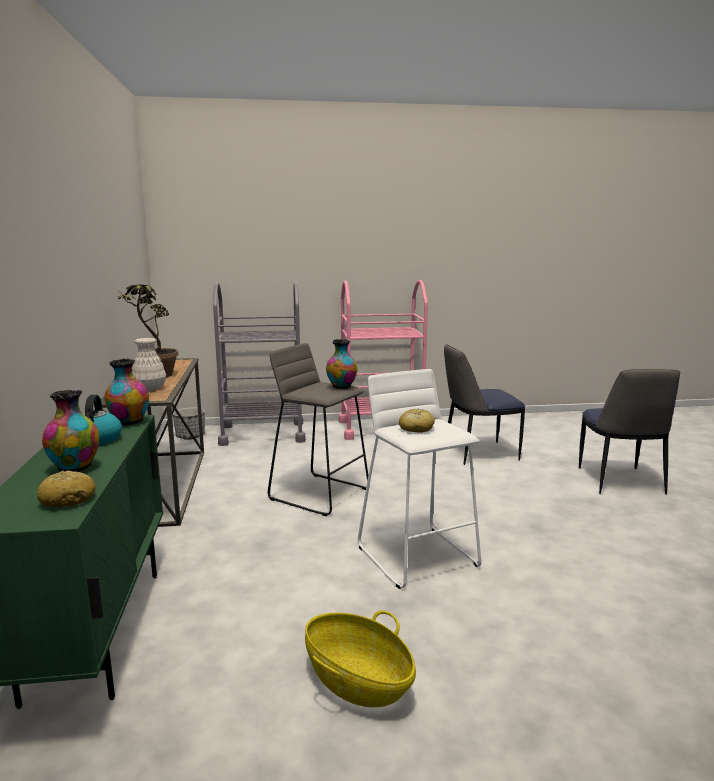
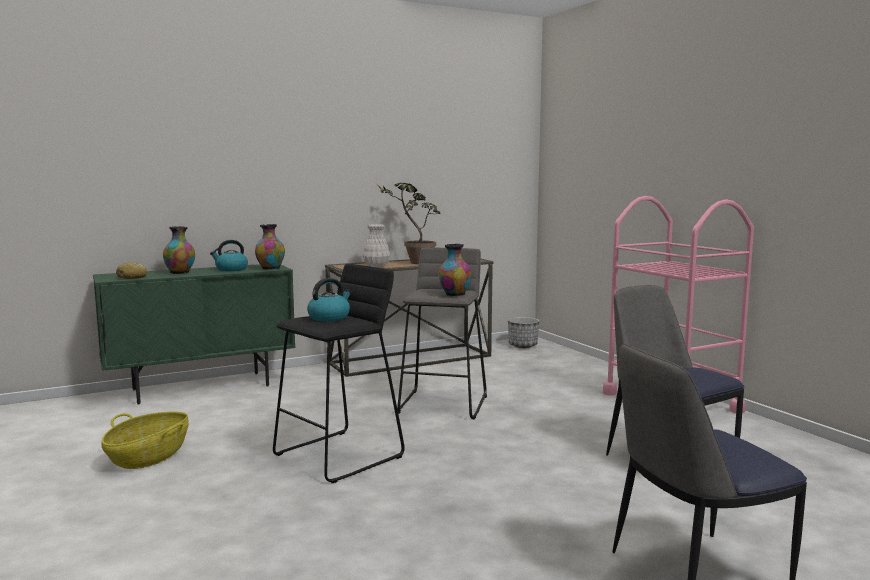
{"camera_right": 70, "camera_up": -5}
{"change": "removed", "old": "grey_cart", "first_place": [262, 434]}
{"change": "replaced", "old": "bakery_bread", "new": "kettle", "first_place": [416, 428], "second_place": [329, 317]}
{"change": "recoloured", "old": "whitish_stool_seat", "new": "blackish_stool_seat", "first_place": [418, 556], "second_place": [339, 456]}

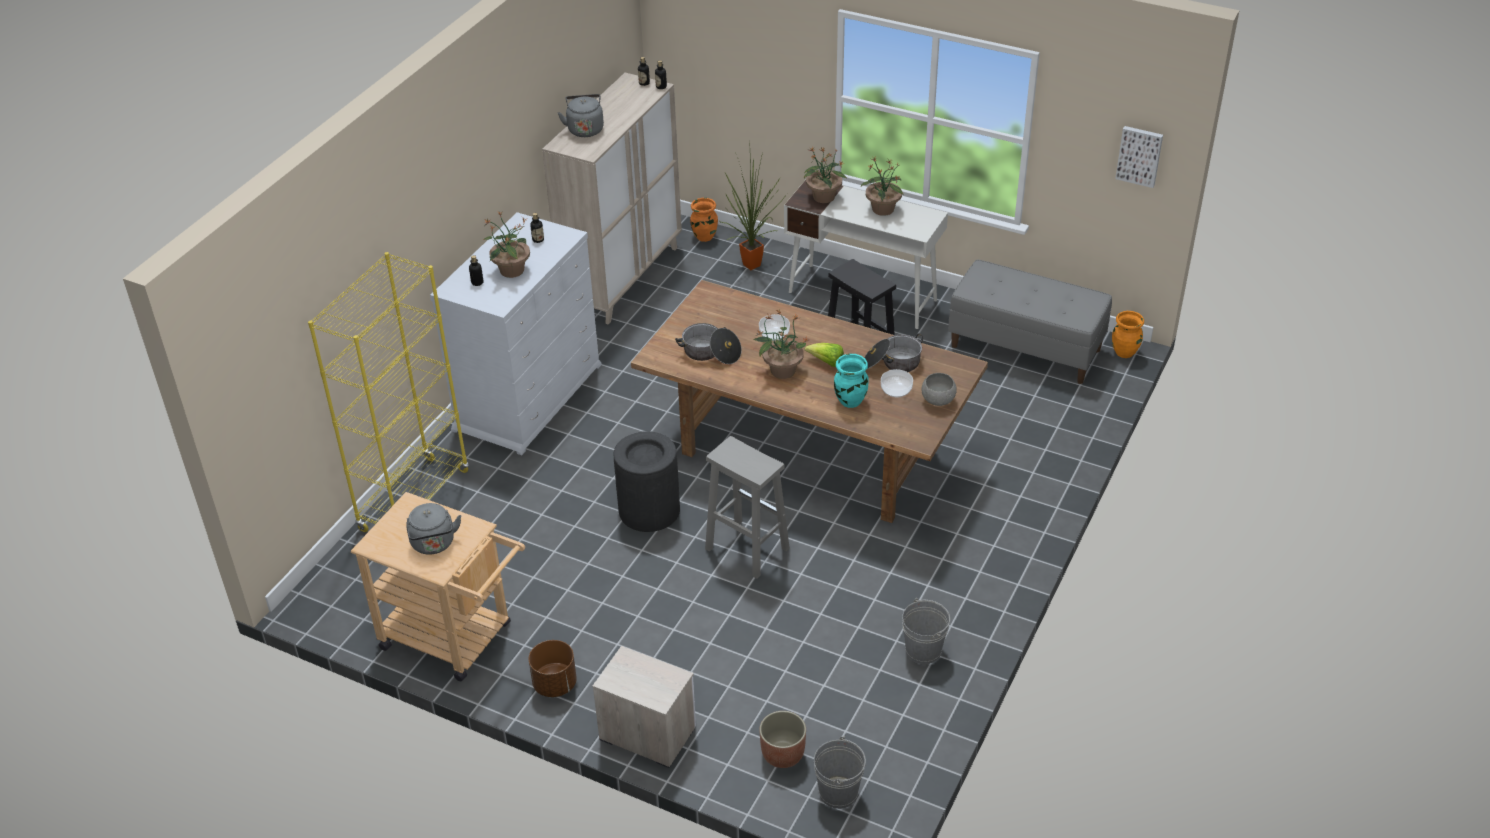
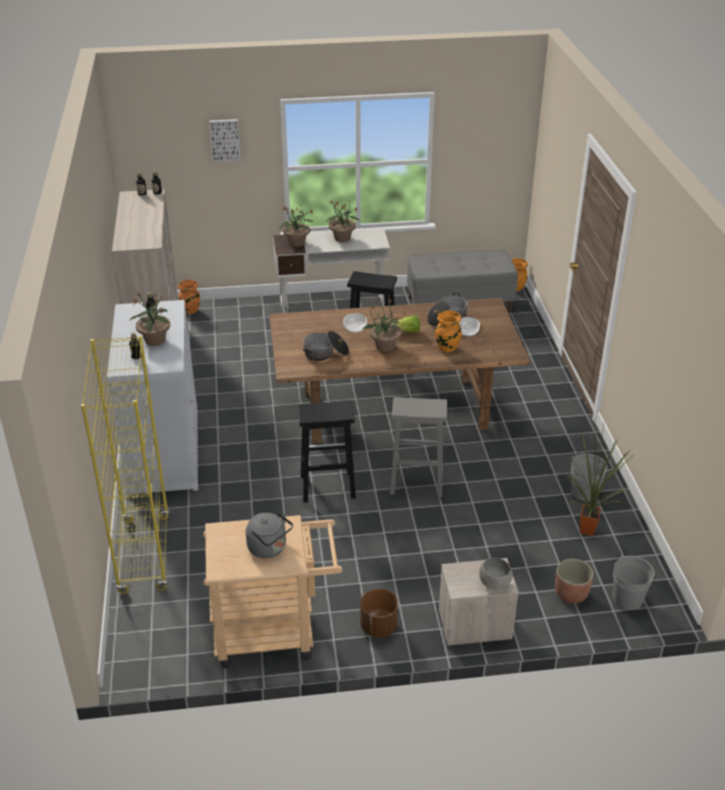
{"camera_right": -35, "camera_up": -5}
{"change": "removed", "old": "grey_kettle", "first_place": [585, 129]}
{"change": "moved", "old": "plant_in_a_pot", "first_place": [754, 264], "second_place": [588, 529]}
{"change": "moved", "old": "grey_bowl", "first_place": [938, 400], "second_place": [495, 583]}
{"change": "moved", "old": "picture", "first_place": [1139, 155], "second_place": [225, 139]}
{"change": "replaced", "old": "blackish_trash_can", "new": "blackish_stool_seat", "first_place": [649, 510], "second_place": [326, 487]}
{"change": "recoloured", "old": "blue-green_vase", "new": "orange_vase", "first_place": [850, 401], "second_place": [447, 348]}

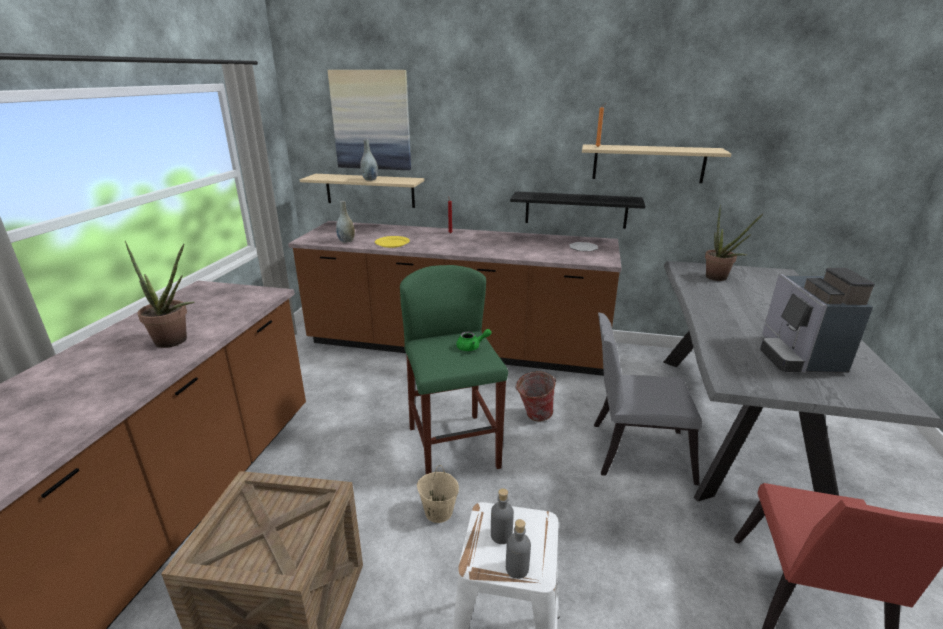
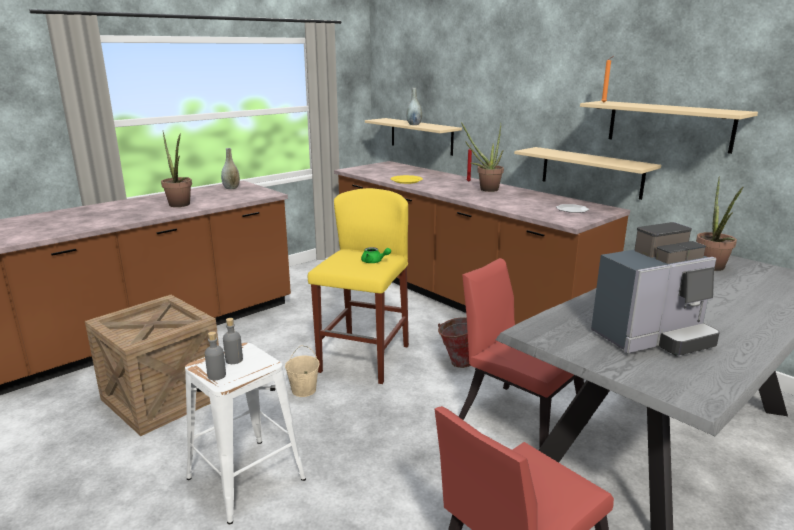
{"camera_right": 35, "camera_up": -5}
{"change": "removed", "old": "picture", "first_place": [371, 120]}
{"change": "added", "new": "plant_in_a_pot", "second_place": [485, 189]}
{"change": "moved", "old": "grey_vase", "first_place": [346, 241], "second_place": [231, 188]}
{"change": "recoloured", "old": "green_stool_seat", "new": "yellow_stool_seat", "first_place": [453, 447], "second_place": [364, 358]}
{"change": "recoloured", "old": "blackish_wall_shelf", "new": "beige_wall_shelf", "first_place": [575, 210], "second_place": [591, 172]}
{"change": "recoloured", "old": "grey_plain_chair", "new": "reddish_plain_chair", "first_place": [634, 451], "second_place": [516, 417]}
{"change": "turned", "old": "coffee_maker", "first_place": [798, 356], "second_place": [652, 338], "degrees": -150}

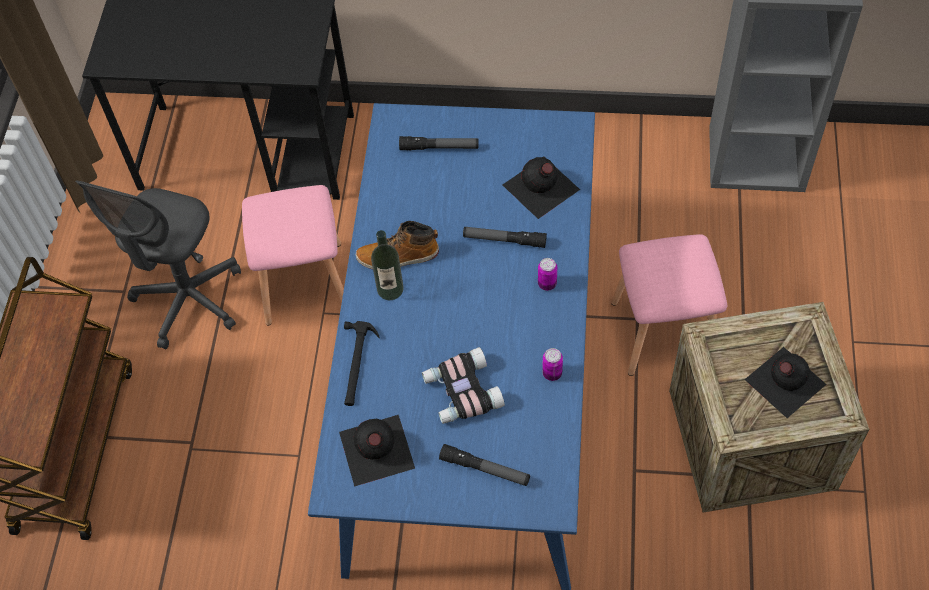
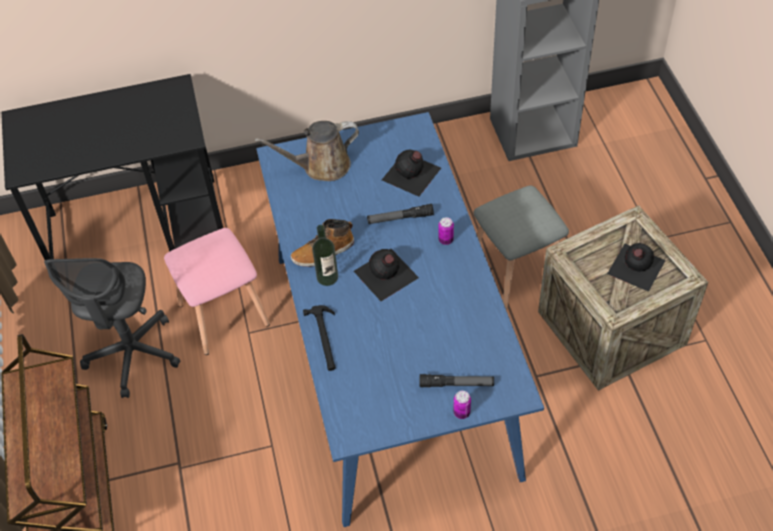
{"camera_right": -20, "camera_up": -5}
{"change": "removed", "old": "binoculars", "first_place": [461, 392]}
{"change": "moved", "old": "blackish_beverage_bottle", "first_place": [376, 451], "second_place": [385, 275]}
{"change": "moved", "old": "can", "first_place": [552, 373], "second_place": [461, 412]}
{"change": "replaced", "old": "torch", "new": "brown_sprinkling_can", "first_place": [439, 147], "second_place": [321, 166]}
{"change": "recoloured", "old": "pinkish_stool_seat", "new": "grey_stool_seat", "first_place": [664, 333], "second_place": [517, 272]}

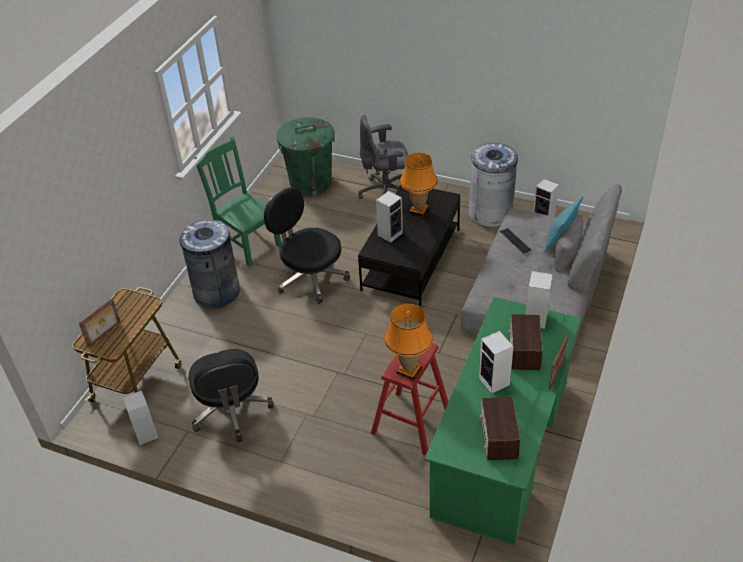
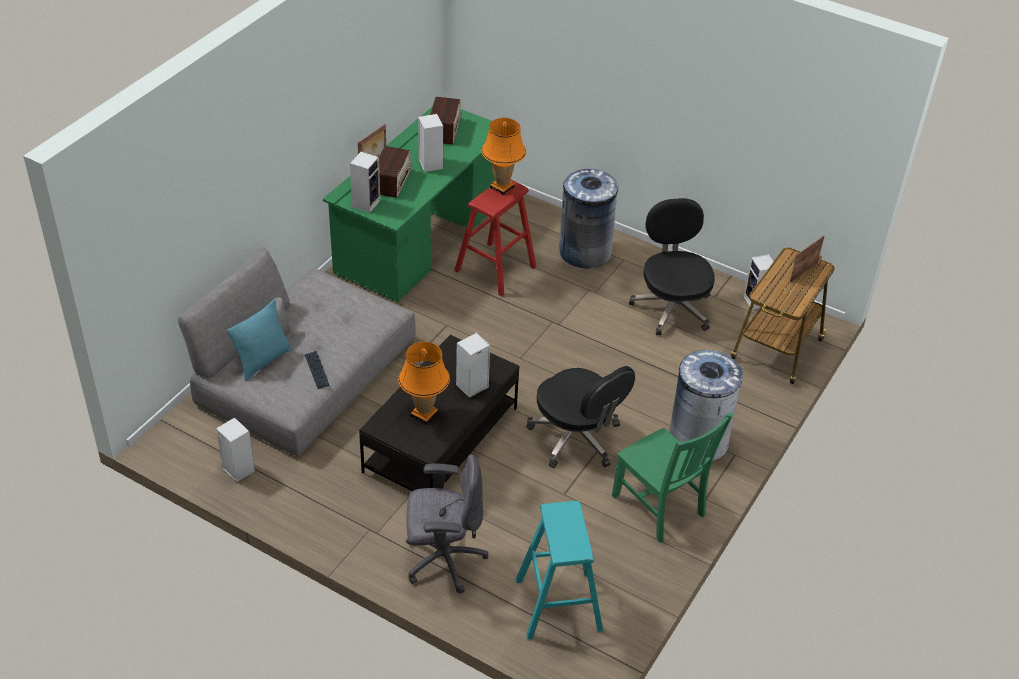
{"camera_right": -175, "camera_up": 0}
{"change": "moved", "old": "grey_trash_can", "first_place": [490, 213], "second_place": [584, 252]}
{"change": "replaced", "old": "green_trash_can", "new": "blue-green_stool_seat", "first_place": [310, 183], "second_place": [558, 605]}

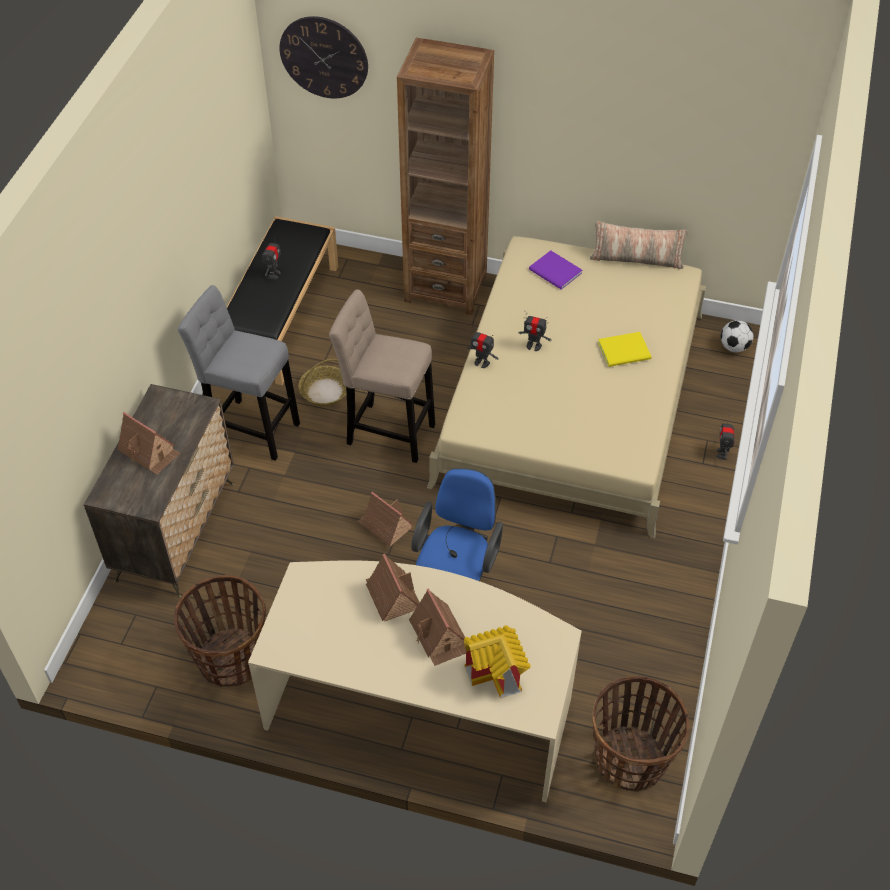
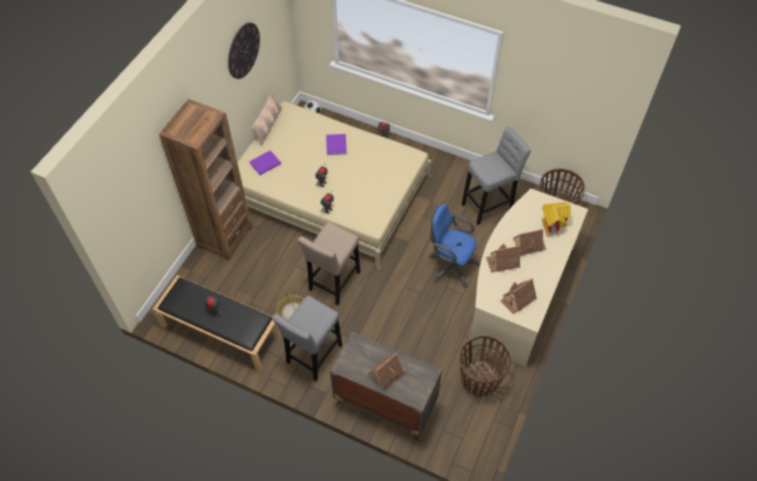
{"camera_right": -80, "camera_up": 5}
{"change": "added", "new": "grey_stool_seat", "second_place": [489, 205]}
{"change": "moved", "old": "wall_clock", "first_place": [324, 57], "second_place": [243, 50]}
{"change": "moved", "old": "miniature_house", "first_place": [385, 525], "second_place": [517, 299]}
{"change": "recoloured", "old": "yellow_book", "new": "purplish_book", "first_place": [626, 351], "second_place": [337, 144]}

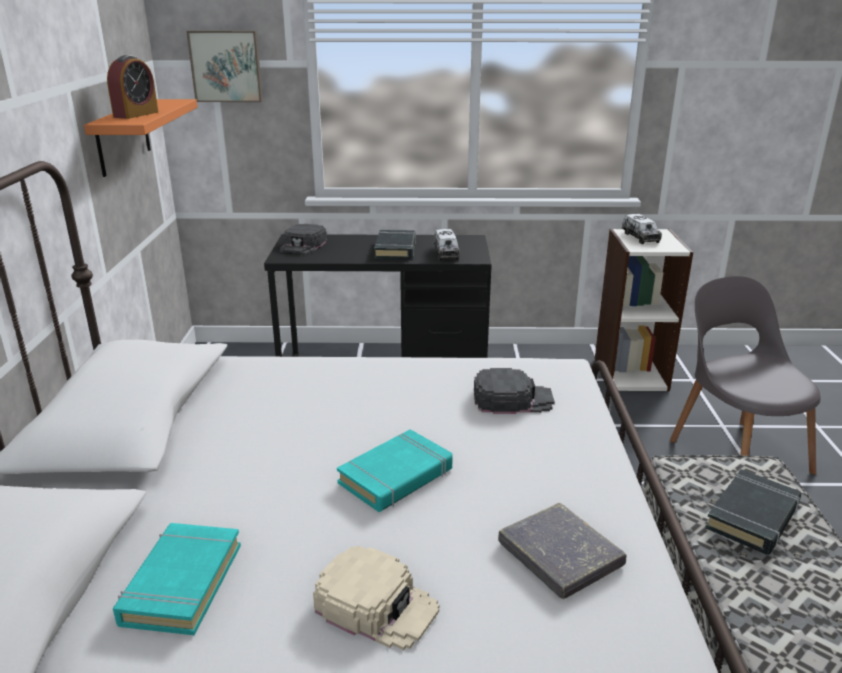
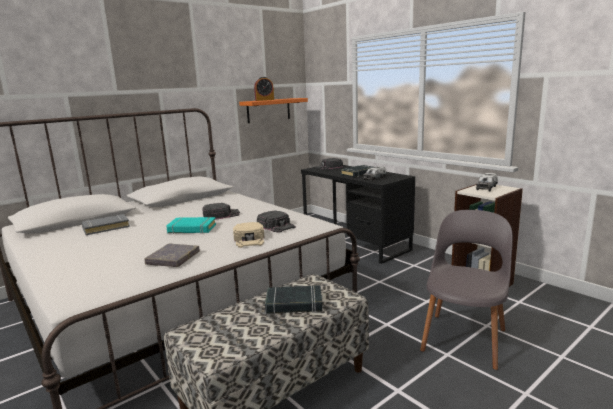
{"camera_right": 50, "camera_up": -10}
{"change": "removed", "old": "picture", "first_place": [226, 66]}
{"change": "added", "new": "blackish_baseball_cap", "second_place": [221, 215]}
{"change": "moved", "old": "beige_baseball_cap", "first_place": [377, 605], "second_place": [249, 239]}
{"change": "recoloured", "old": "blue-green_book", "new": "grey_book", "first_place": [181, 584], "second_place": [106, 227]}

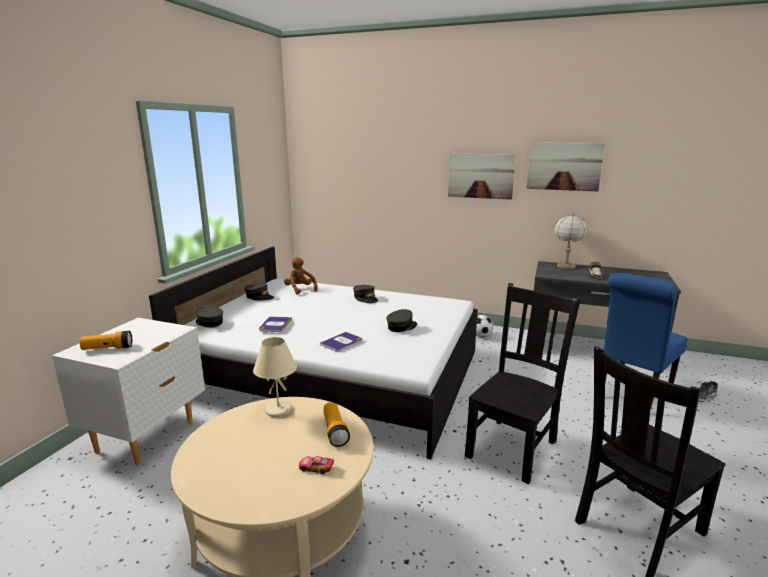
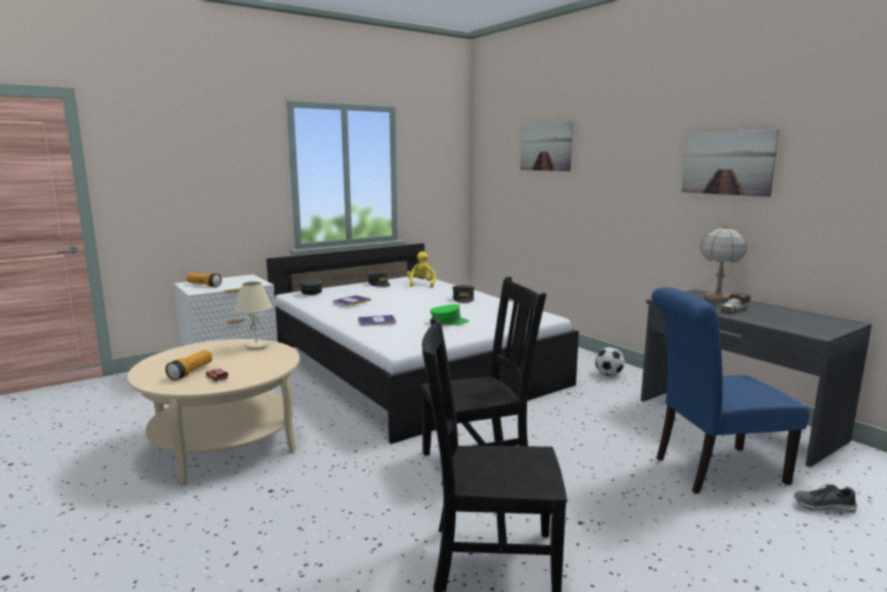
{"camera_right": 35, "camera_up": -5}
{"change": "moved", "old": "torch", "first_place": [335, 431], "second_place": [191, 372]}
{"change": "moved", "old": "picture", "first_place": [480, 176], "second_place": [546, 147]}
{"change": "recoloured", "old": "brown_plush_toy", "new": "yellow_plush_toy", "first_place": [300, 290], "second_place": [421, 284]}
{"change": "recoloured", "old": "grey_baseball_cap", "new": "green_baseball_cap", "first_place": [401, 327], "second_place": [448, 322]}

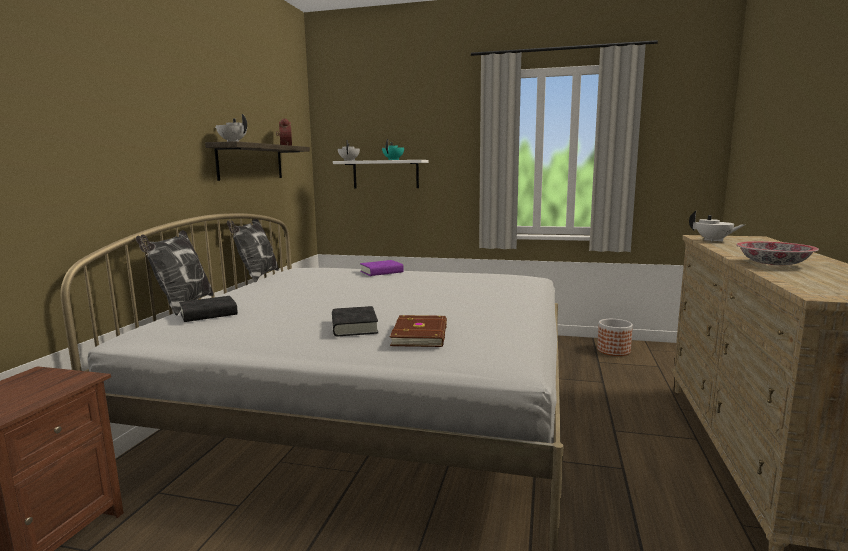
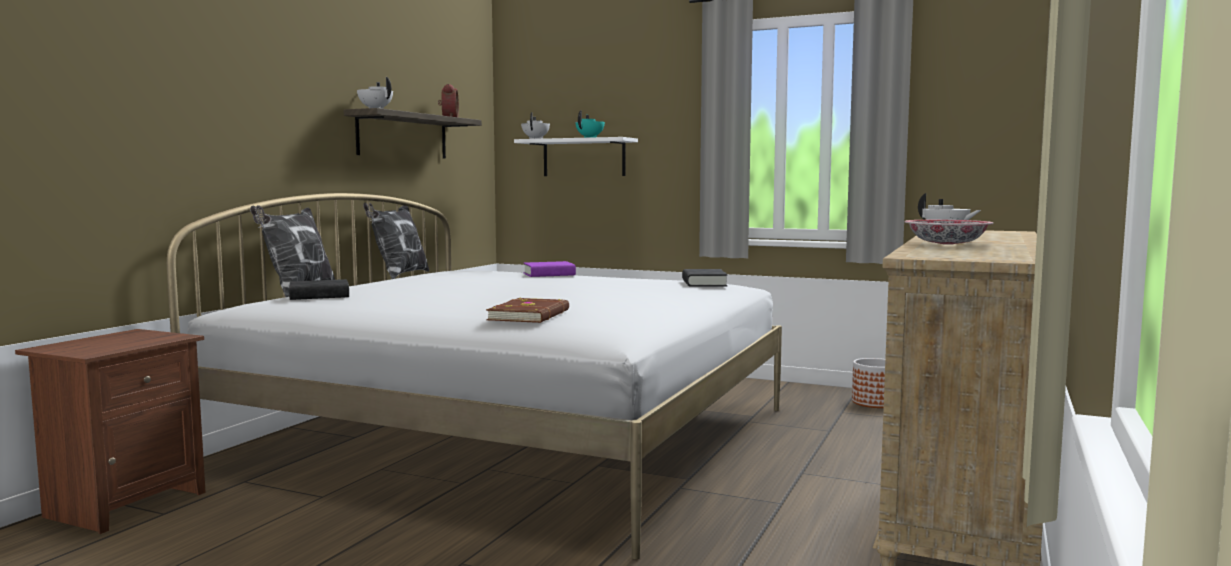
{"camera_right": 10, "camera_up": -5}
{"change": "moved", "old": "blackish_book", "first_place": [354, 326], "second_place": [704, 283]}

